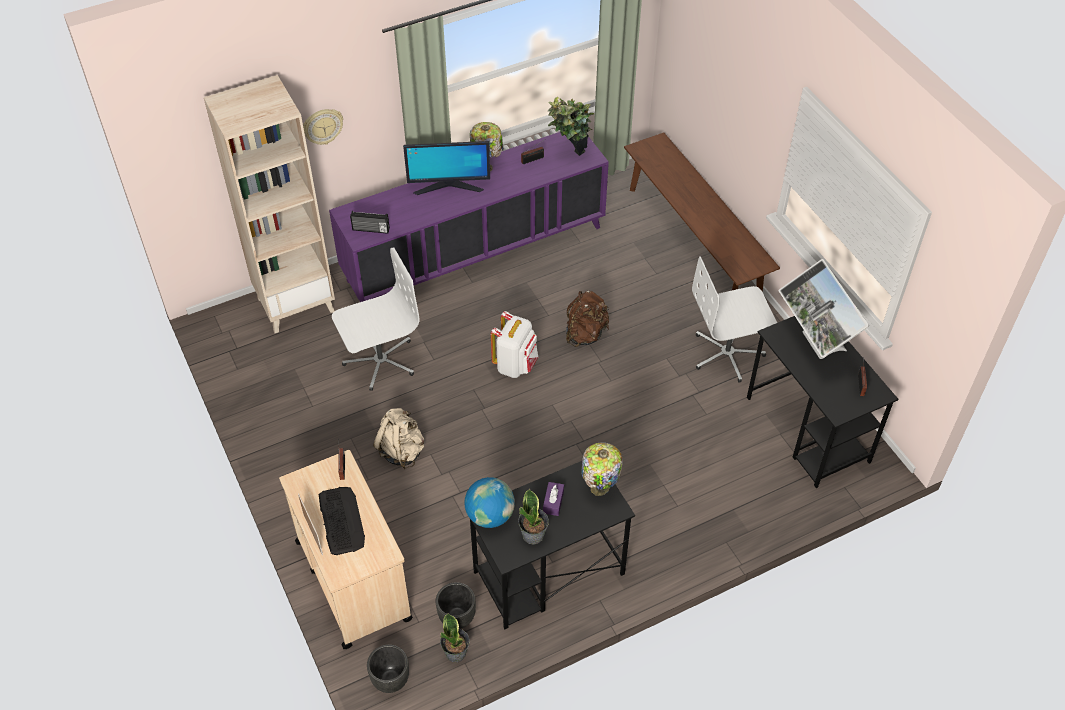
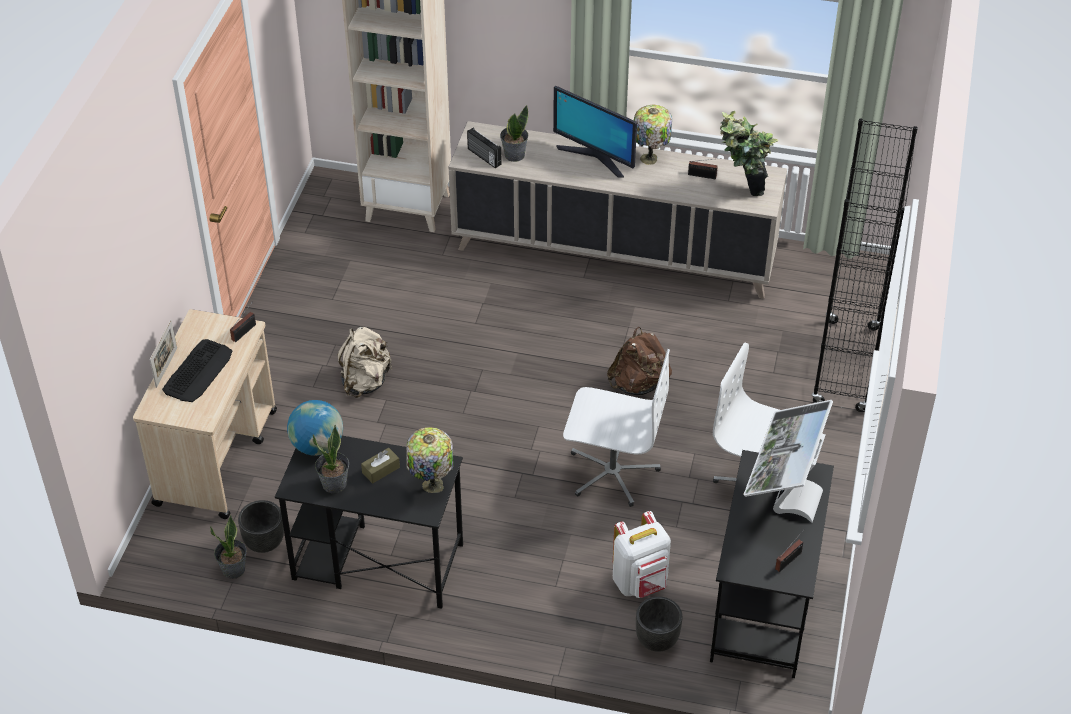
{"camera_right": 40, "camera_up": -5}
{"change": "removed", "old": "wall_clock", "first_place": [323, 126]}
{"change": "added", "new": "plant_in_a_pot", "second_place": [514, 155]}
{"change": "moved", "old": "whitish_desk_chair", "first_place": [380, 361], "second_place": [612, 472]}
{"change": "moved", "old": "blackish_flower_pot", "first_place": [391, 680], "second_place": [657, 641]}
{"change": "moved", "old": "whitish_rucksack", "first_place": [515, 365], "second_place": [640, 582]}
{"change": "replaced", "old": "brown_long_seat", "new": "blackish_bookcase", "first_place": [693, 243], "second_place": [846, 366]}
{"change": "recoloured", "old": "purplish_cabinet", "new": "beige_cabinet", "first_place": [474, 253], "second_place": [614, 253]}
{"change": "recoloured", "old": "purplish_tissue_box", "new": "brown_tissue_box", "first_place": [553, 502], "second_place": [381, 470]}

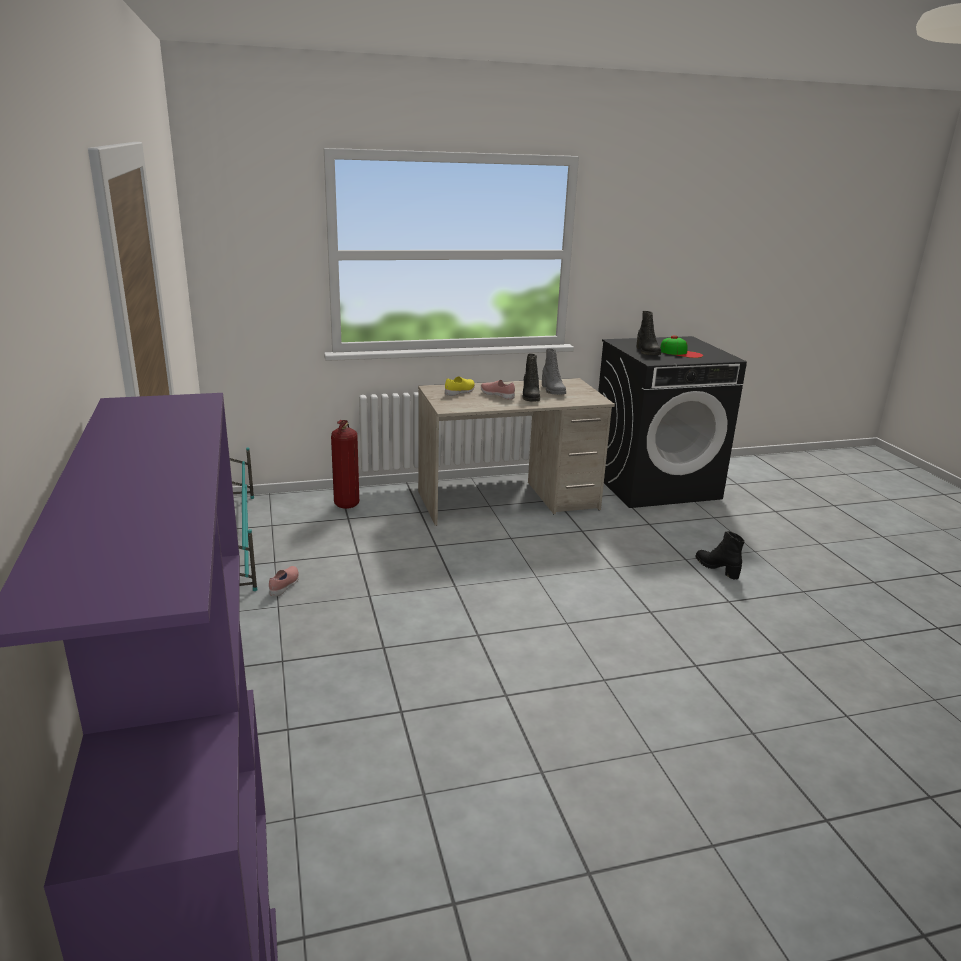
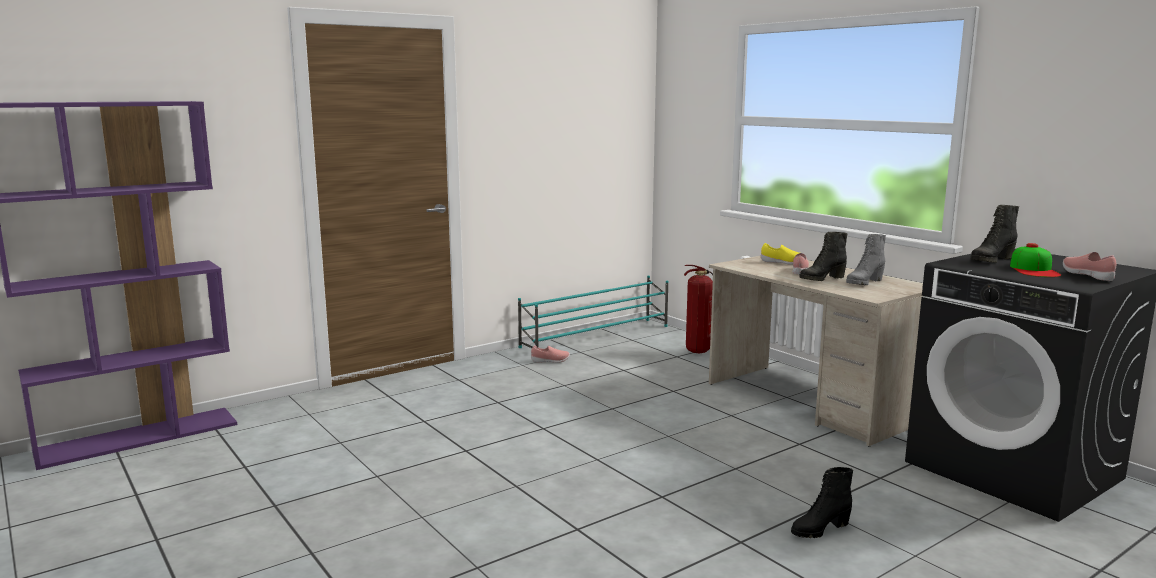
{"camera_right": 70, "camera_up": -10}
{"change": "added", "new": "pinkish_low_shoe", "second_place": [1088, 276]}
{"change": "turned", "old": "blackish_tall_boot", "first_place": [717, 568], "second_place": [819, 529], "degrees": -150}

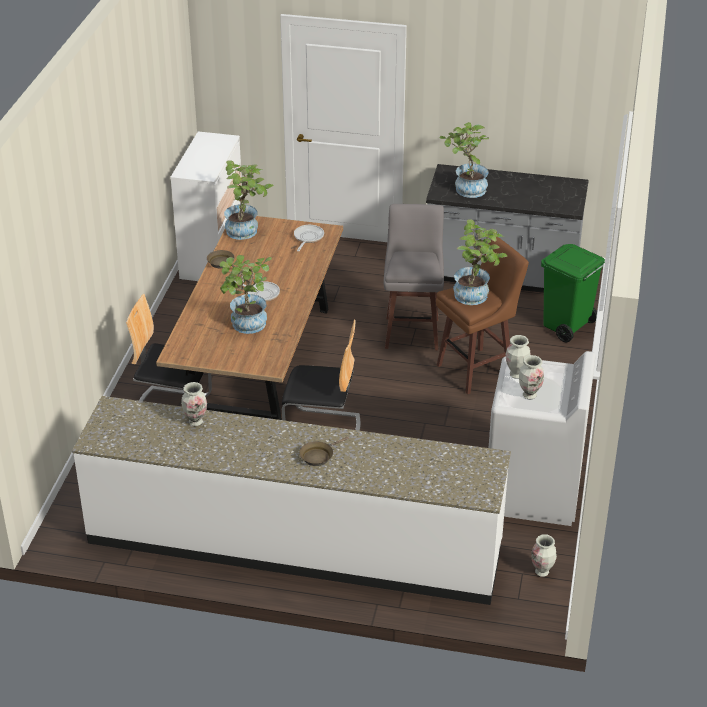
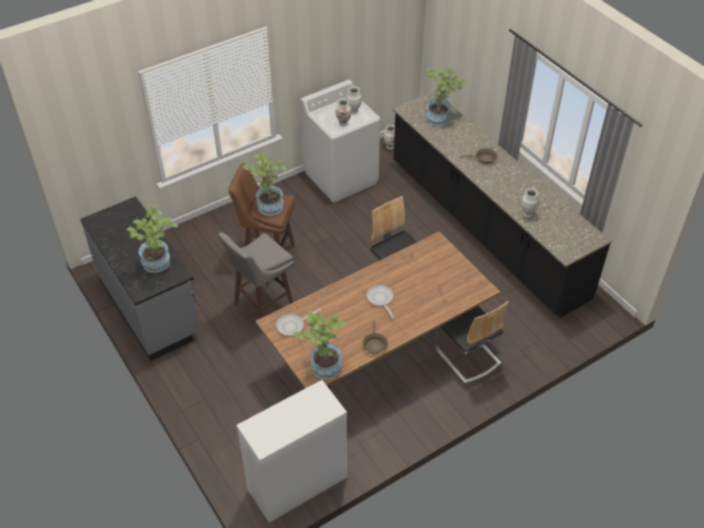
{"camera_right": -135, "camera_up": 10}
{"change": "removed", "old": "green_trash_can", "first_place": [566, 327]}
{"change": "moved", "old": "plant_in_a_pot", "first_place": [247, 326], "second_place": [441, 117]}
{"change": "recoloured", "old": "whitish_kitchen_base_unit", "new": "blackish_kitchen_base_unit", "first_place": [294, 544], "second_place": [485, 228]}

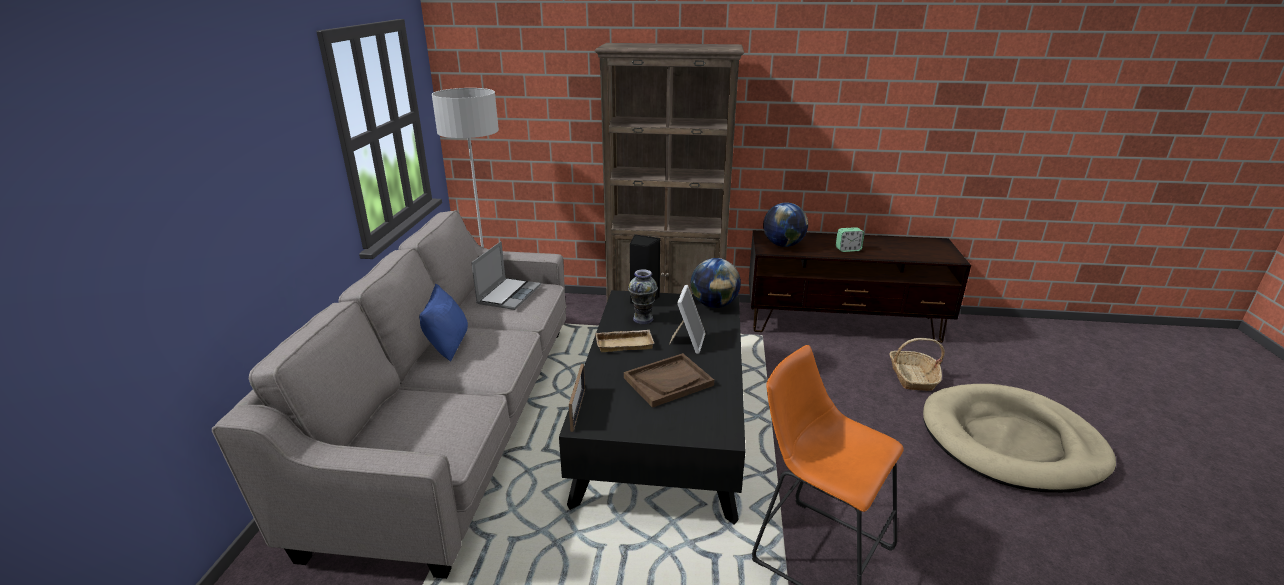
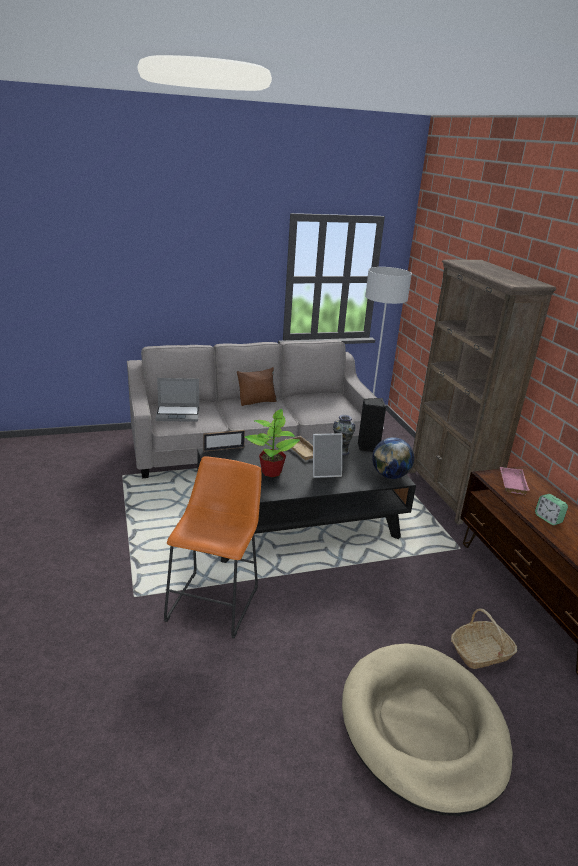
{"camera_right": 65, "camera_up": 0}
{"change": "moved", "old": "notebook_computer", "first_place": [508, 294], "second_place": [178, 414]}
{"change": "replaced", "old": "brown_tray", "new": "plant_in_a_pot", "first_place": [668, 381], "second_place": [271, 472]}
{"change": "replaced", "old": "world_globe", "new": "pinkish_tray", "first_place": [783, 245], "second_place": [511, 483]}
{"change": "recoloured", "old": "bluish_cushion", "new": "brown_cushion", "first_place": [448, 345], "second_place": [257, 401]}

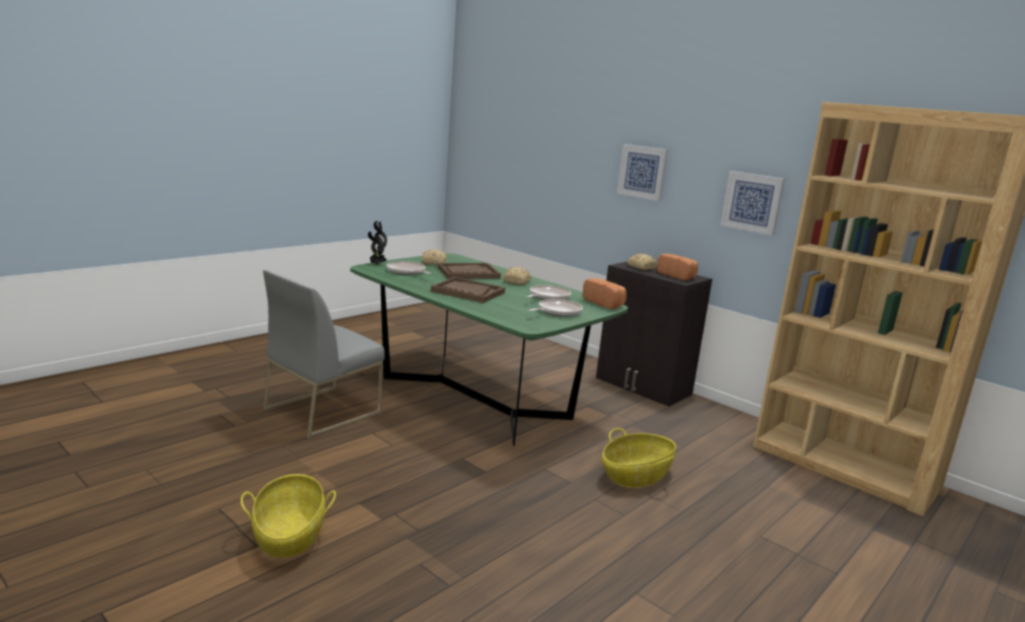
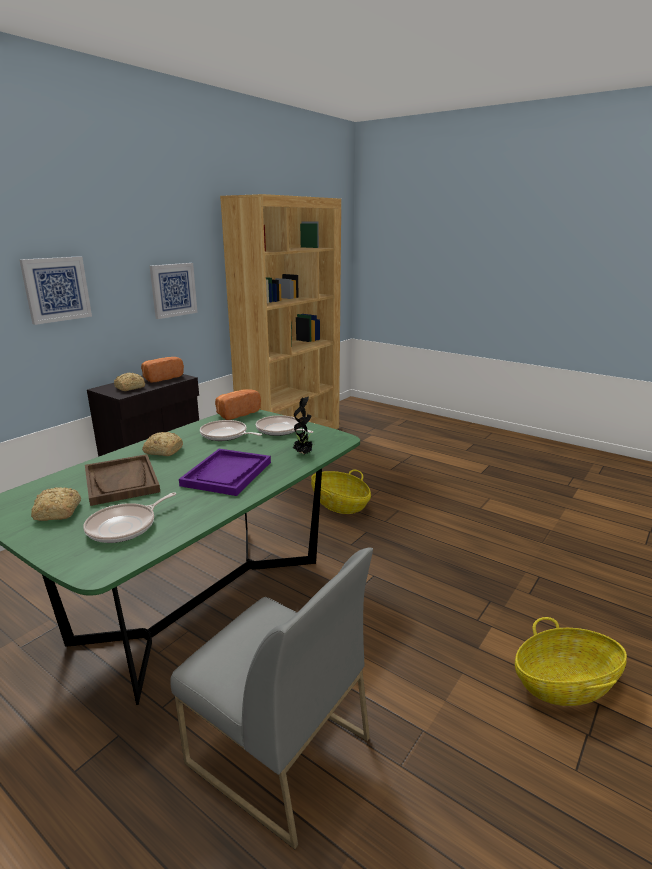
{"camera_right": -95, "camera_up": 5}
{"change": "moved", "old": "plant_in_a_pot", "first_place": [376, 264], "second_place": [303, 453]}
{"change": "recoloured", "old": "brown_tray", "new": "purplish_tray", "first_place": [468, 292], "second_place": [227, 474]}

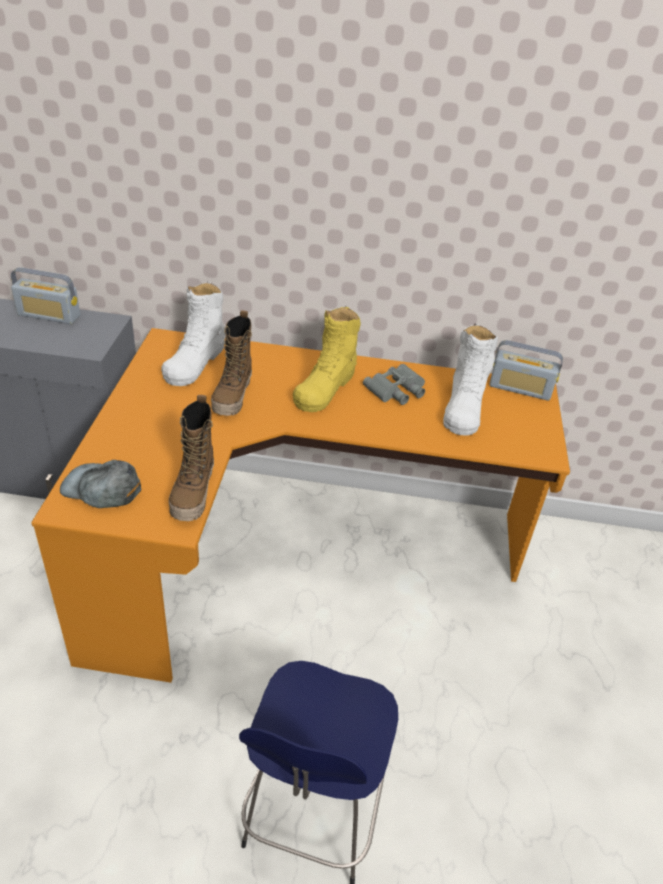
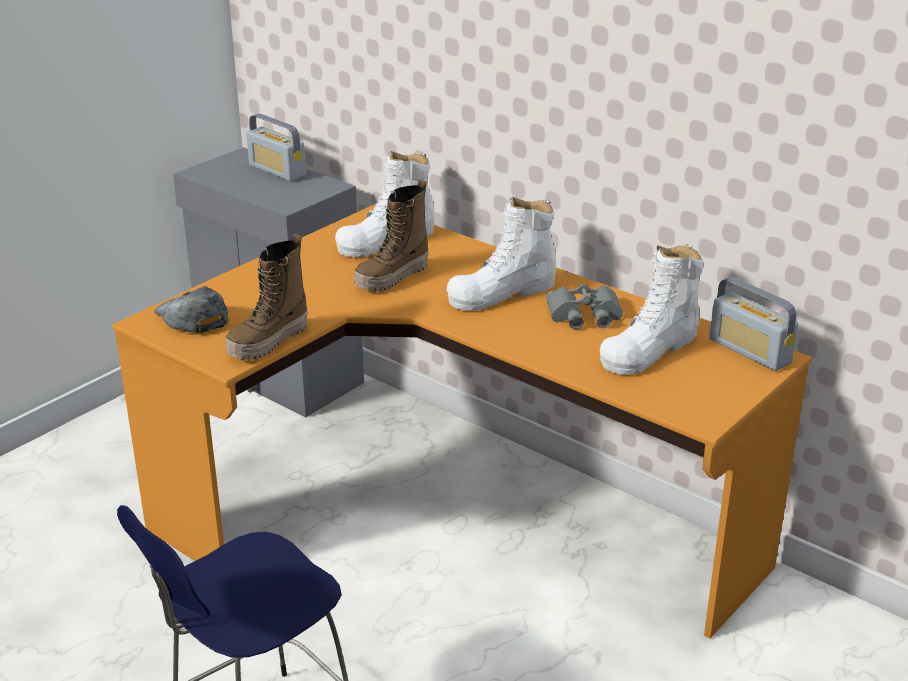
{"camera_right": 35, "camera_up": -10}
{"change": "recoloured", "old": "yellow_tall_boot", "new": "whitish_tall_boot", "first_place": [325, 387], "second_place": [502, 293]}

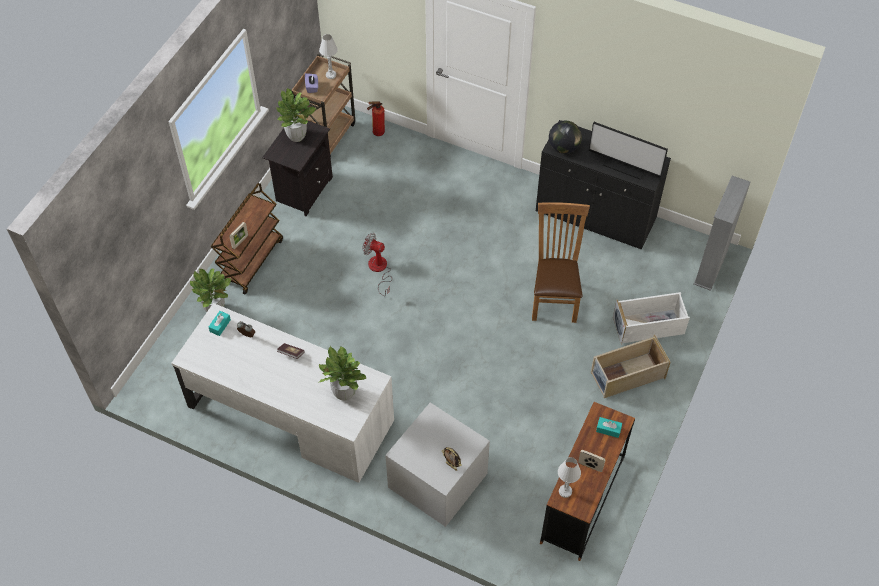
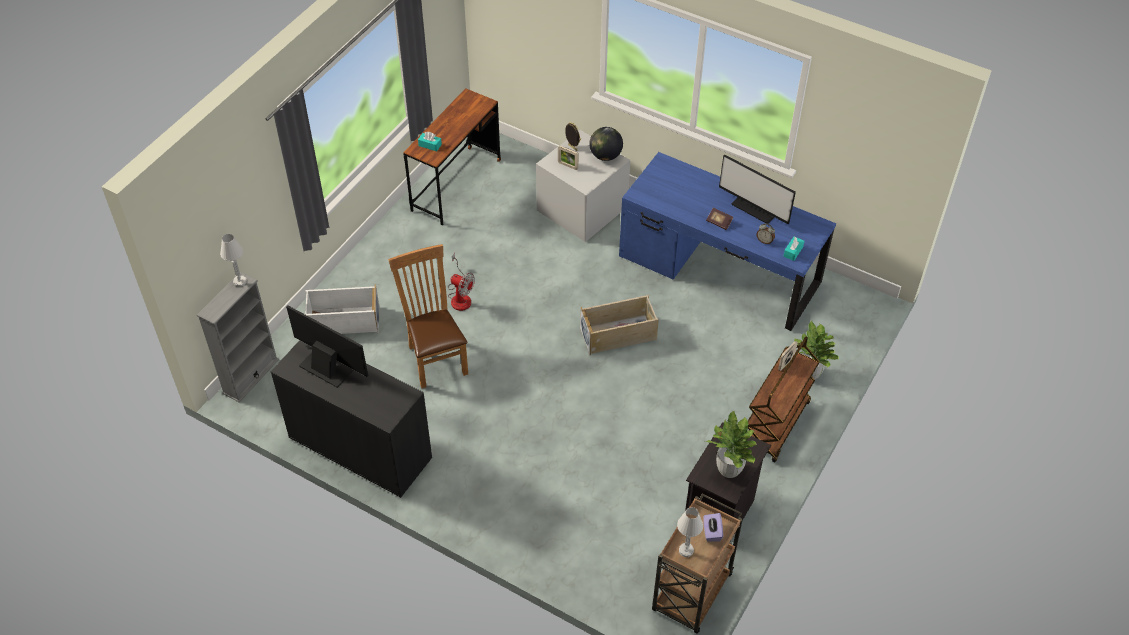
{"camera_right": -175, "camera_up": -5}
{"change": "removed", "old": "plant_in_a_pot", "first_place": [344, 393]}
{"change": "removed", "old": "fire_extinguisher", "first_place": [376, 133]}
{"change": "added", "new": "computer_screen", "second_place": [755, 207]}
{"change": "moved", "old": "cooling_fan", "first_place": [379, 270], "second_place": [460, 296]}
{"change": "moved", "old": "world_globe", "first_place": [563, 148], "second_place": [605, 156]}
{"change": "moved", "old": "whitish_lamp_for_a_table", "first_place": [565, 491], "second_place": [240, 281]}
{"change": "moved", "old": "picture_frame", "first_place": [590, 466], "second_place": [568, 165]}
{"change": "moved", "old": "beige_storage_container", "first_place": [627, 375], "second_place": [619, 334]}
{"change": "recoloured", "old": "whitish_desk_table", "new": "bluish_desk_table", "first_place": [290, 414], "second_place": [719, 269]}
{"change": "turned", "old": "brown_plain_chair", "first_place": [554, 297], "second_place": [435, 357], "degrees": 150}

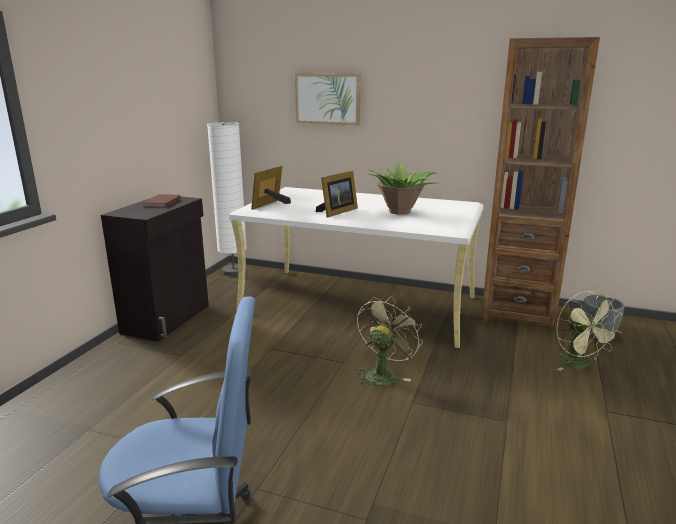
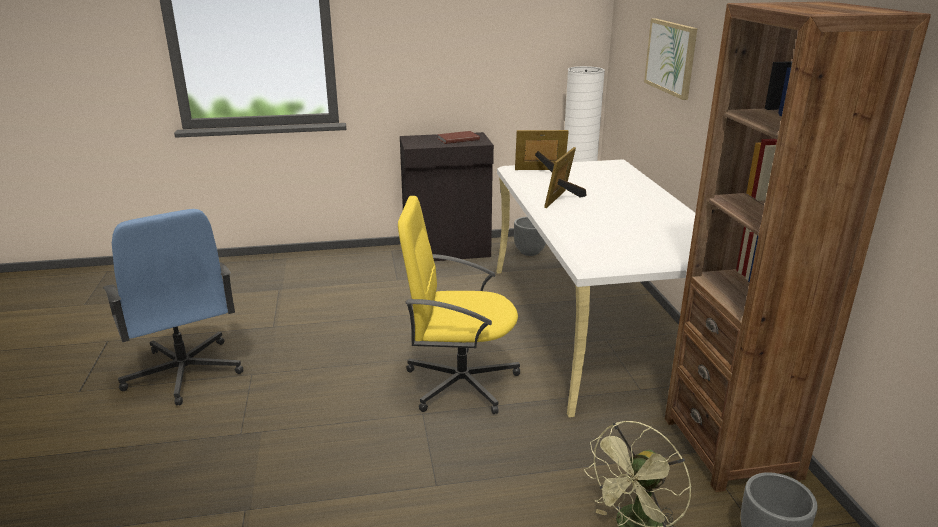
{"camera_right": 60, "camera_up": 5}
{"change": "removed", "old": "plant_in_a_pot", "first_place": [400, 211]}
{"change": "added", "new": "grey_flower_pot", "second_place": [529, 252]}
{"change": "replaced", "old": "green_cooling_fan", "new": "yellow_desk_chair", "first_place": [383, 374], "second_place": [459, 382]}
{"change": "turned", "old": "picture_frame", "first_place": [336, 212], "second_place": [562, 199], "degrees": 105}

